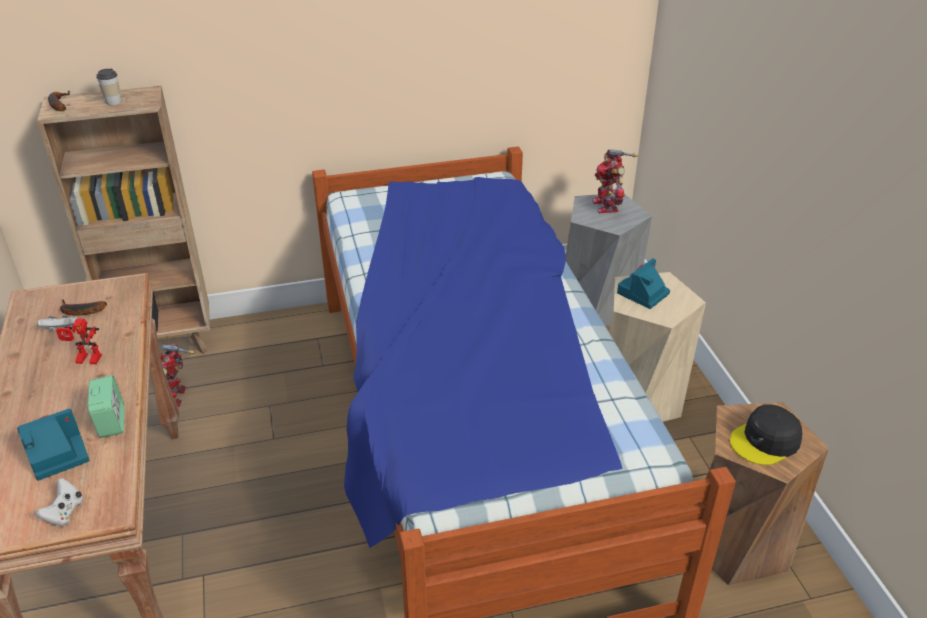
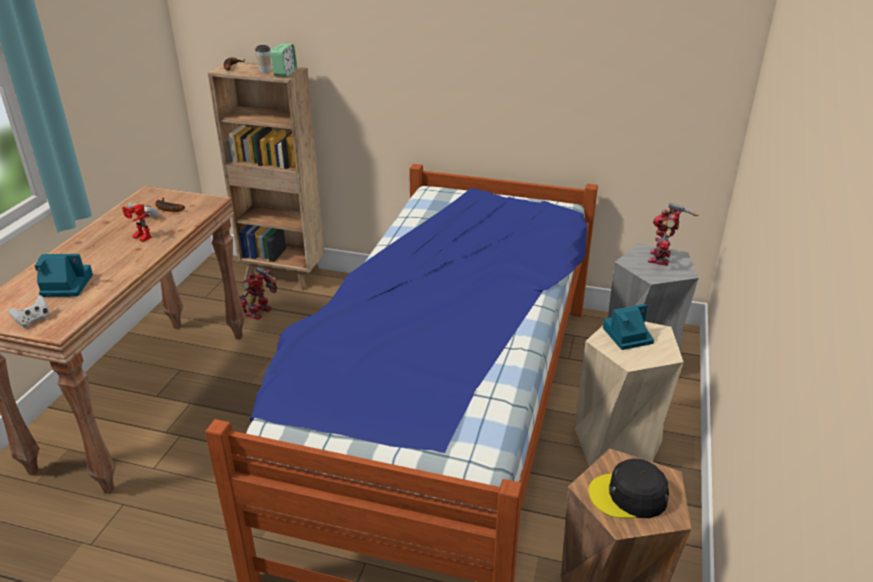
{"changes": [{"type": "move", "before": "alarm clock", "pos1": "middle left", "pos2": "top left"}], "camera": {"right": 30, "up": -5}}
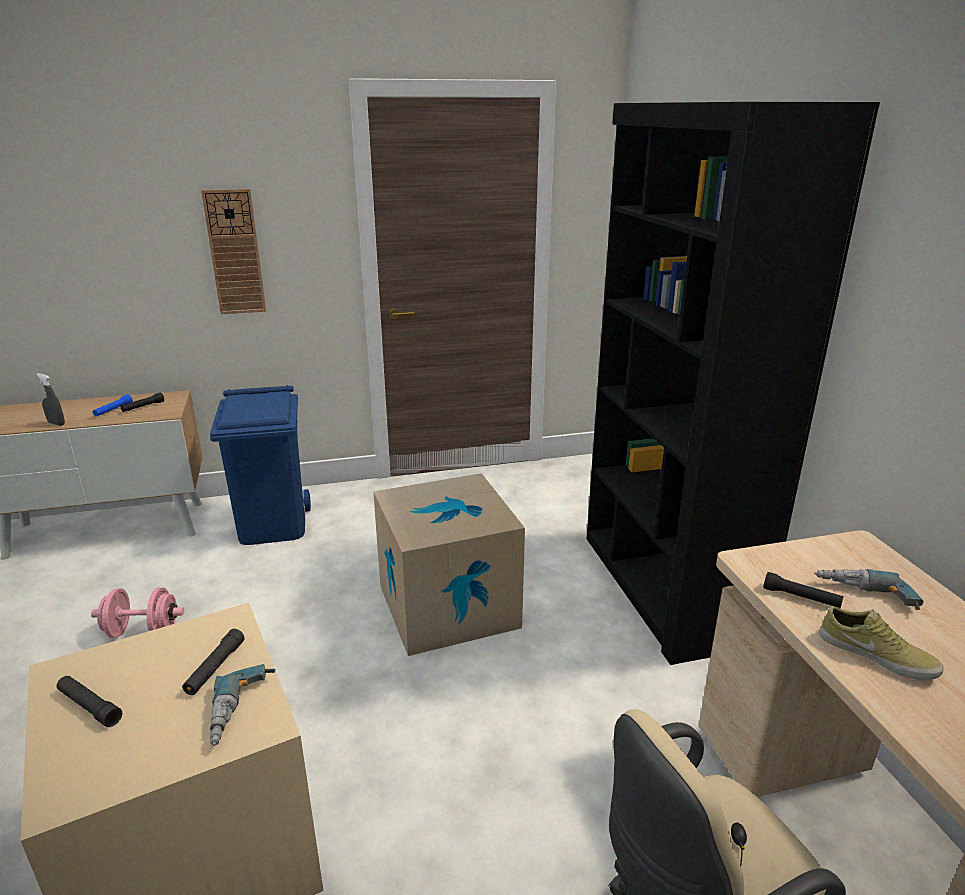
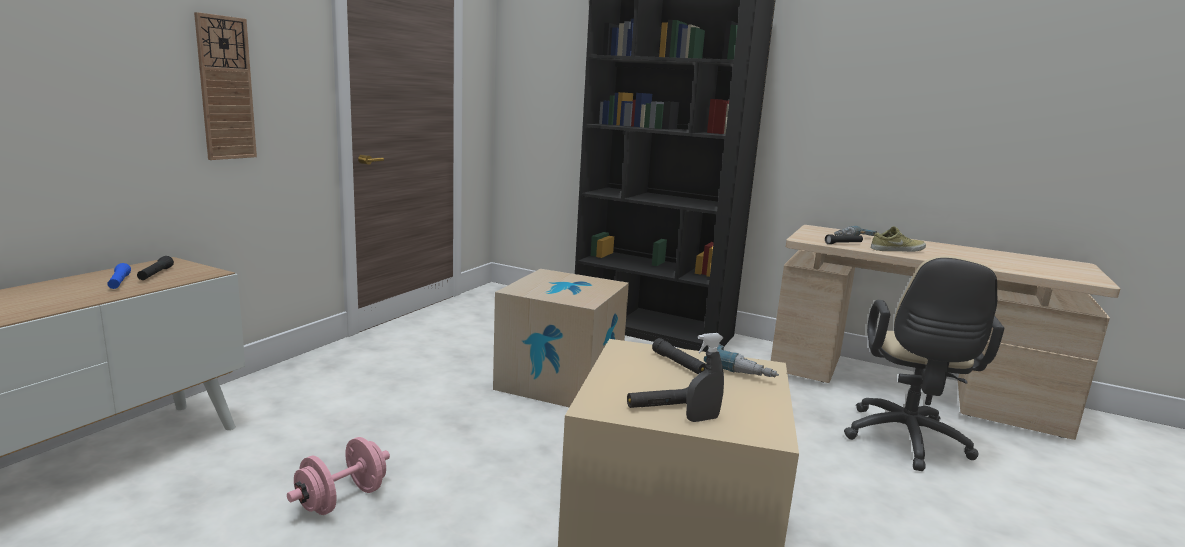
{"changes": [{"type": "move", "before": "sprayer/greyish", "pos1": "middle left", "pos2": "bottom centre"}, {"type": "delete", "before": "rubbish bin/blue-coloured", "pos1": "middle left"}], "camera": {"right": -50, "up": -10}}
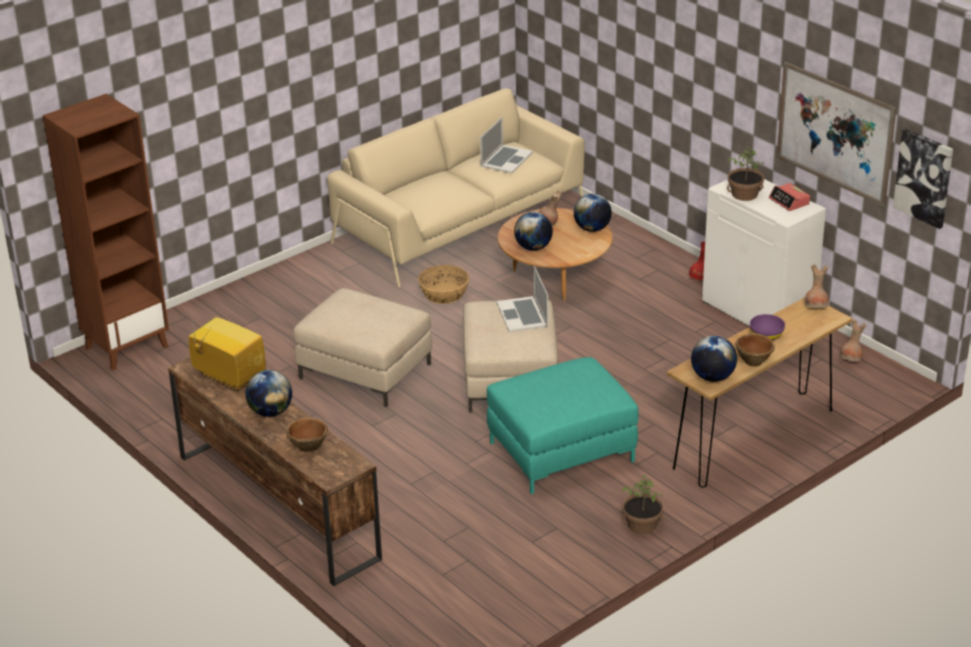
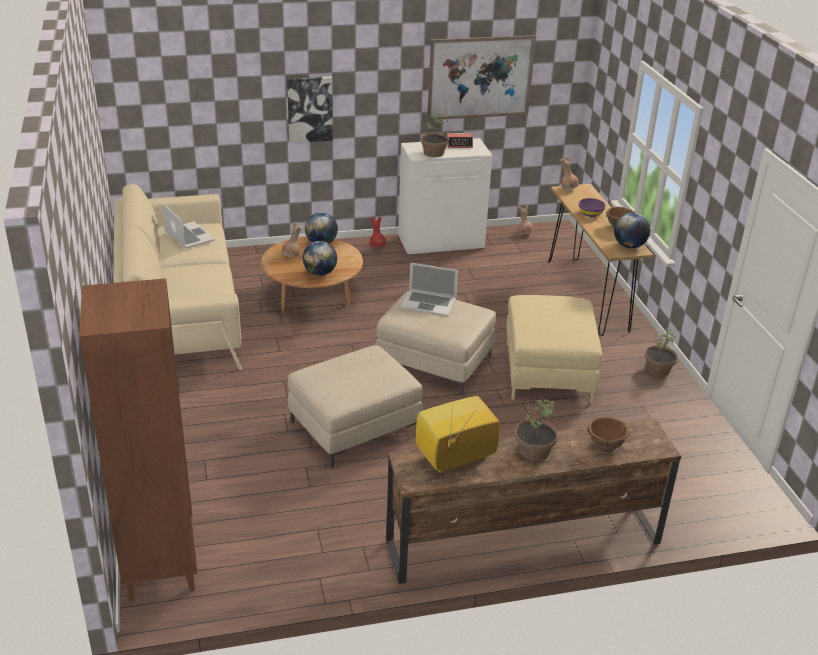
{"changes": [{"type": "move", "before": "wall art (2nd from left in the first image)", "after": "wall art (1st from left)", "pos1": "top right", "pos2": "top centre"}, {"type": "recolor", "before": "pouffe/turquoise-coloured", "after": "pouffe/sand-coloured (3rd from left)", "pos1": "centre", "pos2": "middle right"}, {"type": "replace", "before": "desk globe (1st from left)", "after": "potted plant (2nd from left)", "pos1": "middle left", "pos2": "centre"}, {"type": "delete", "before": "household basket", "pos1": "centre"}], "camera": {"right": -65, "up": 0}}
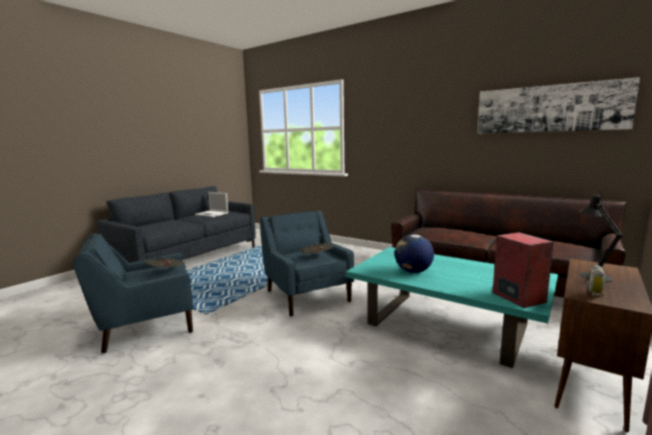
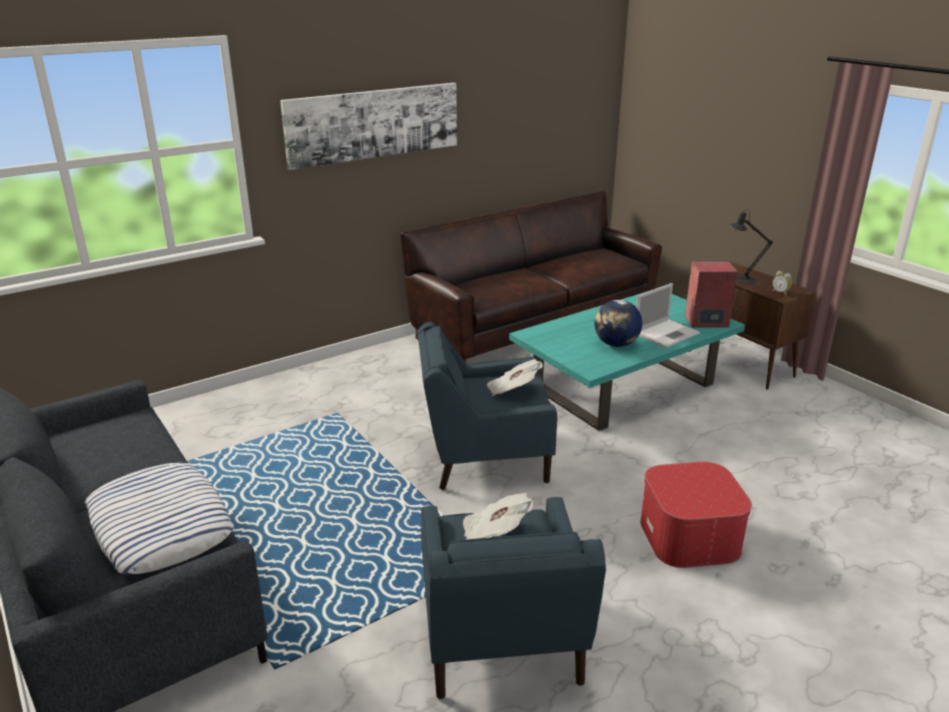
{"changes": [{"type": "insert", "after": "cushion", "pos2": "bottom left"}, {"type": "move", "before": "wall art", "pos1": "top right", "pos2": "top centre"}, {"type": "move", "before": "laptop", "pos1": "middle left", "pos2": "middle right"}, {"type": "insert", "after": "pouffe", "pos2": "bottom right"}], "camera": {"right": -70, "up": 15}}
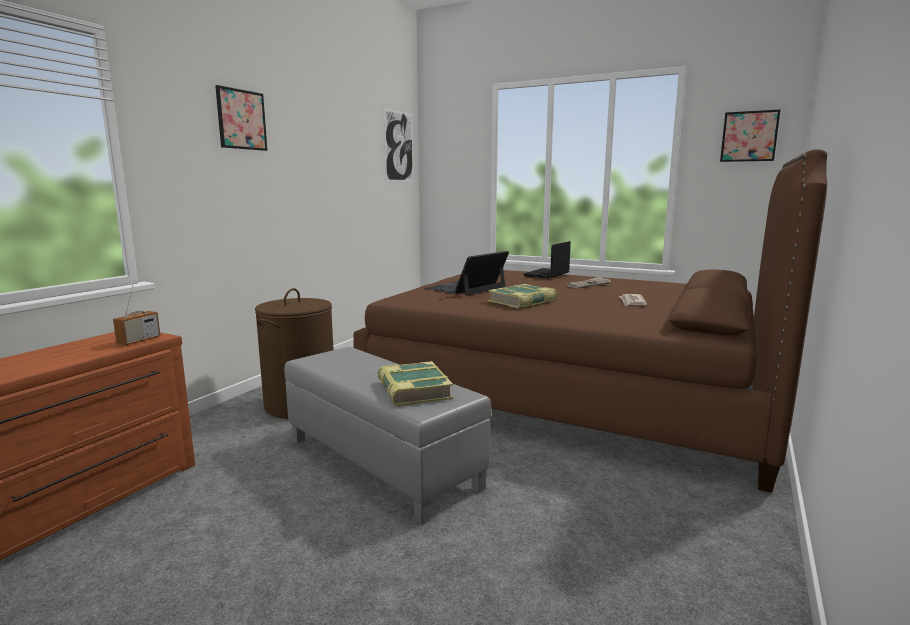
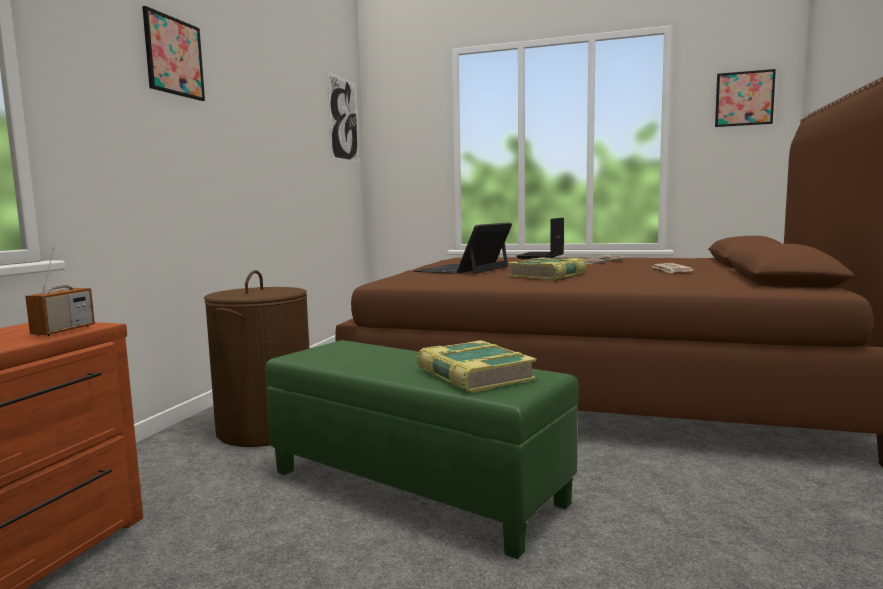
{"changes": [{"type": "recolor", "before": "pouffe/greyish", "after": "pouffe/green-coloured", "pos1": "bottom centre", "pos2": "bottom centre"}], "camera": {"right": -10, "up": -5}}
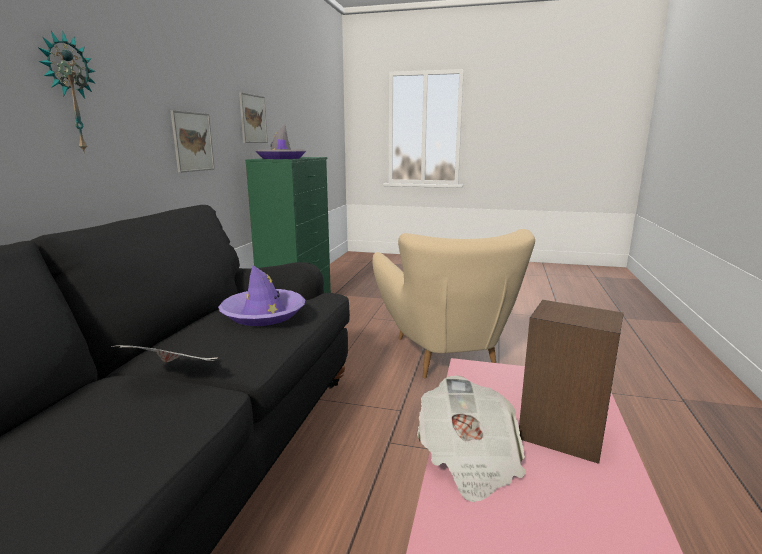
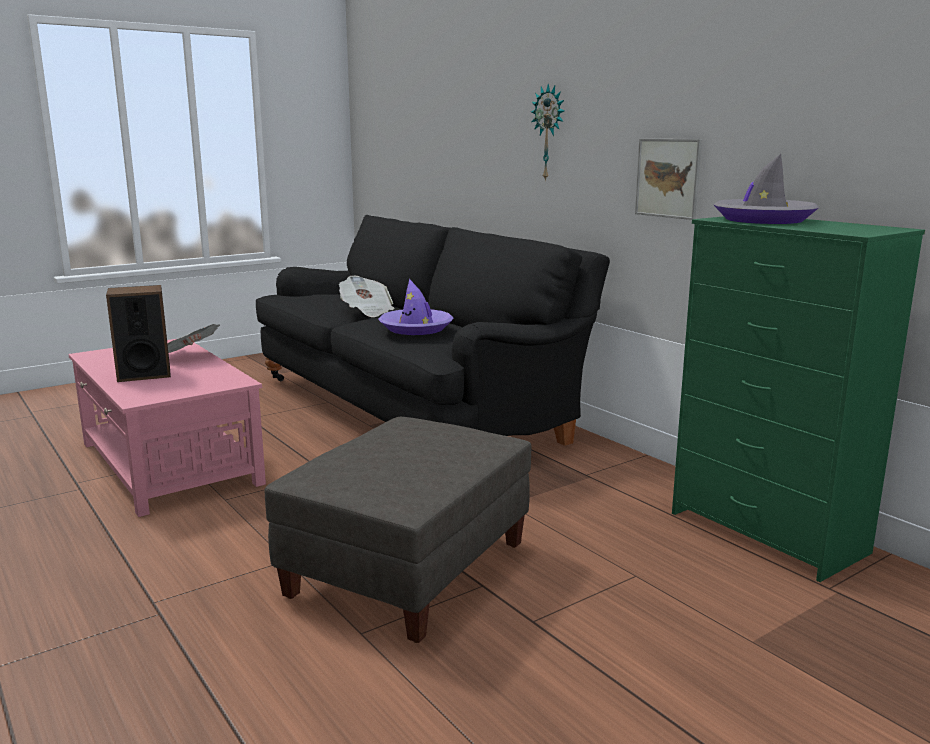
{"changes": [{"type": "replace", "before": "lounge chair/sand-coloured", "after": "pouffe/greyish", "pos1": "centre", "pos2": "bottom centre"}, {"type": "delete", "before": "wall art (2nd from left)", "pos1": "top left"}], "camera": {"right": 130, "up": 0}}
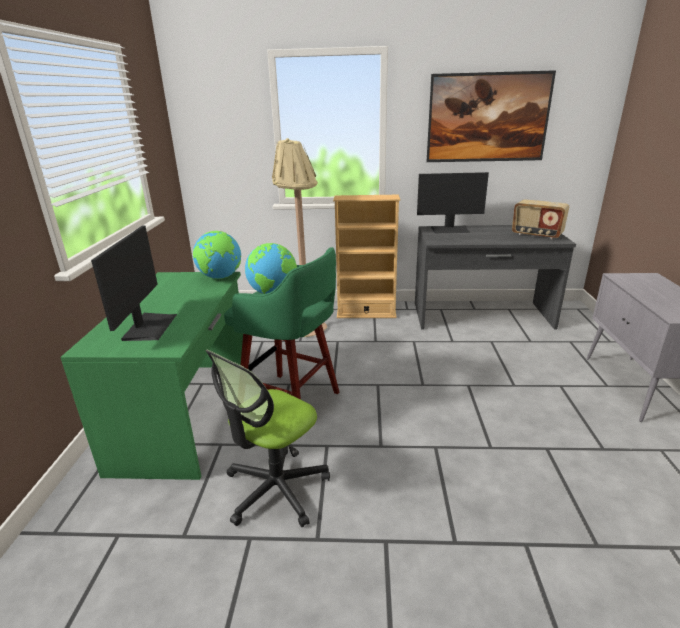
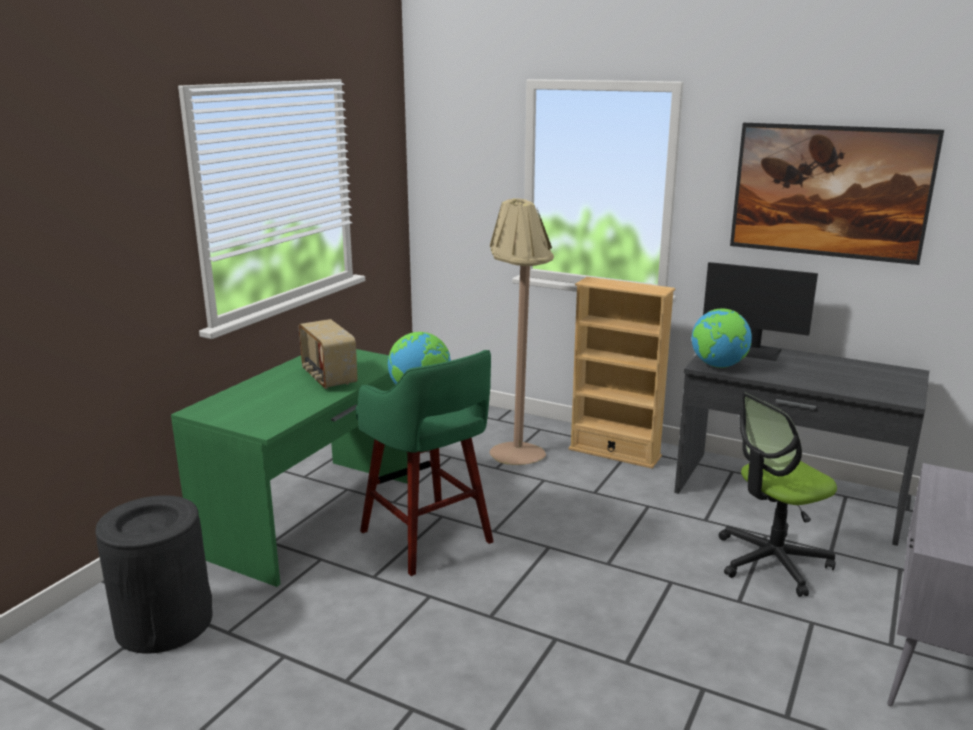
{"changes": [{"type": "insert", "after": "rubbish bin/blackish", "pos2": "bottom left"}, {"type": "move", "before": "radio set", "pos1": "middle right", "pos2": "centre"}, {"type": "move", "before": "desk globe (1st from left in the first image)", "after": "desk globe (2nd from left)", "pos1": "middle left", "pos2": "middle right"}, {"type": "move", "before": "computer chair", "pos1": "bottom centre", "pos2": "bottom right"}, {"type": "delete", "before": "computer display (1st from left)", "pos1": "middle left"}], "camera": {"right": 25, "up": -5}}
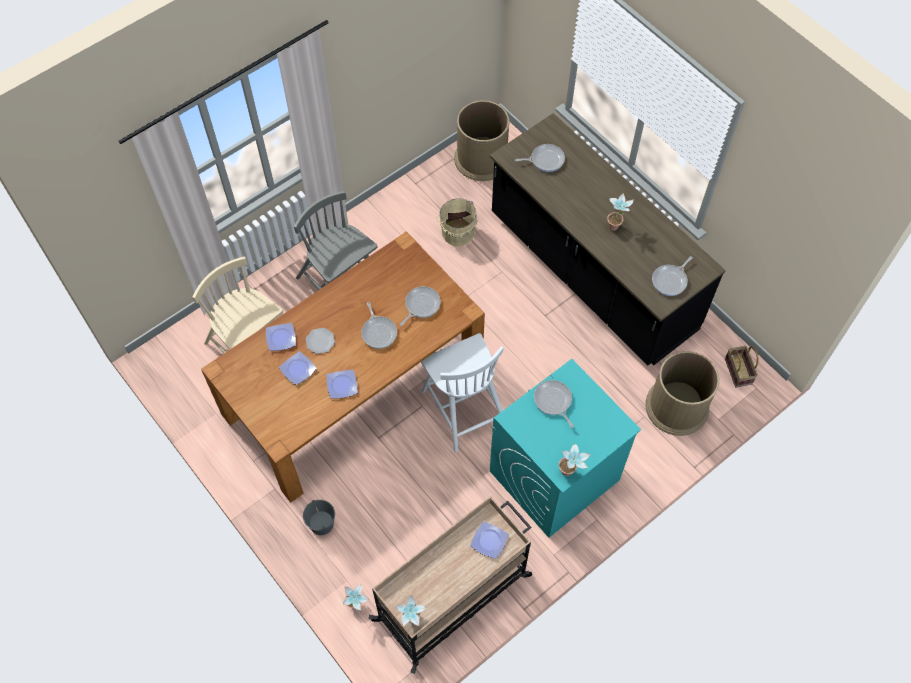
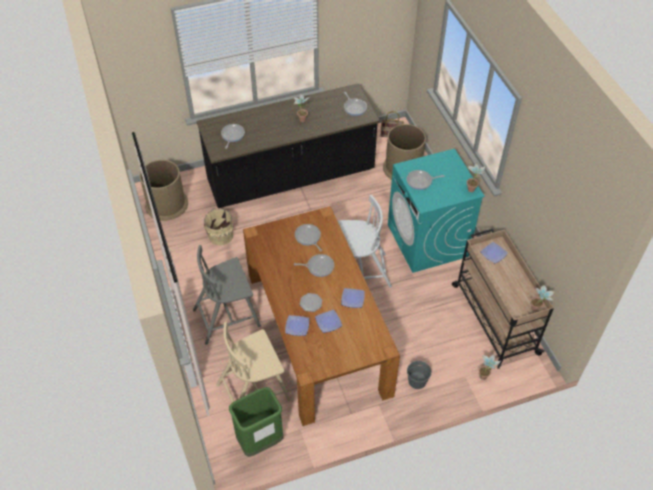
{"changes": [{"type": "insert", "after": "rubbish bin/green-coloured", "pos2": "bottom centre"}], "camera": {"right": -70, "up": -10}}
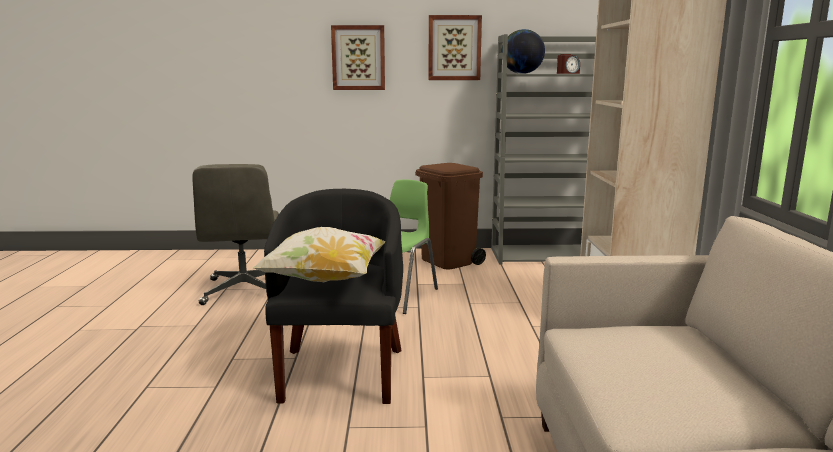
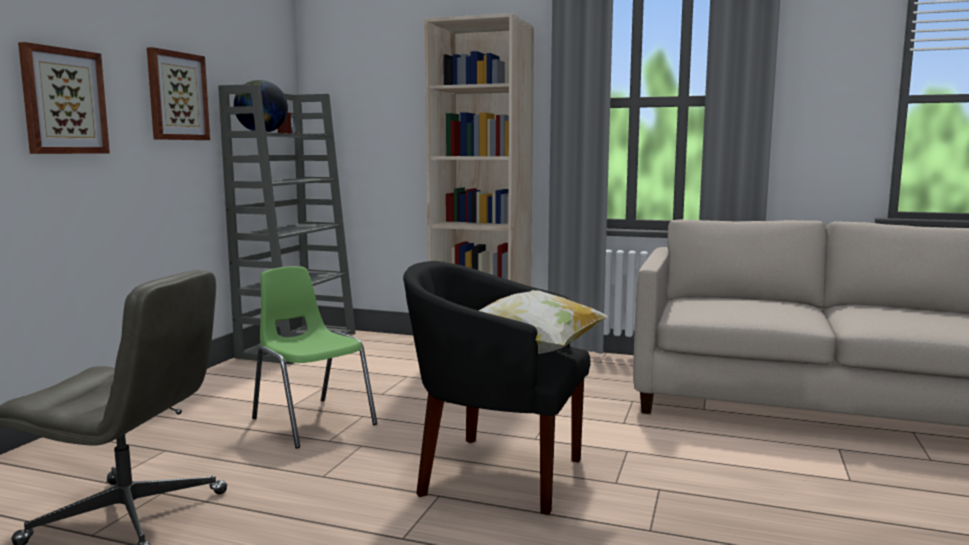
{"changes": [{"type": "delete", "before": "rubbish bin/brownish", "pos1": "centre"}], "camera": {"right": -70, "up": -5}}
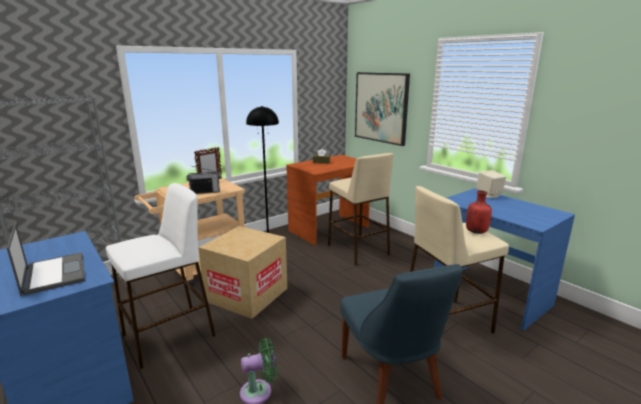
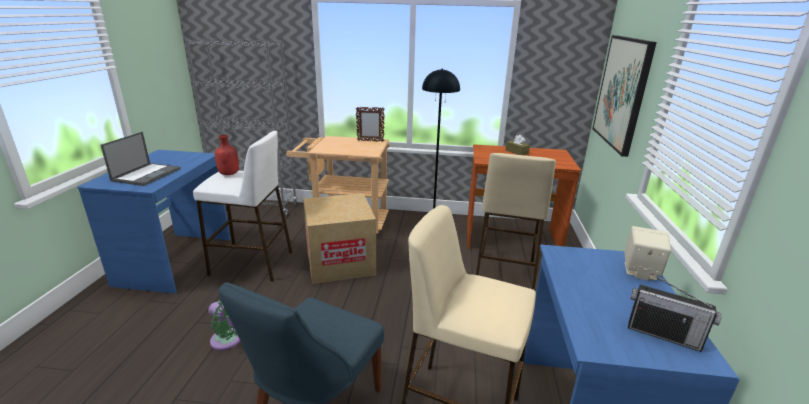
{"changes": [{"type": "move", "before": "bottle/red", "pos1": "middle right", "pos2": "middle left"}, {"type": "move", "before": "radio set", "pos1": "middle left", "pos2": "bottom right"}], "camera": {"right": 45, "up": 5}}
